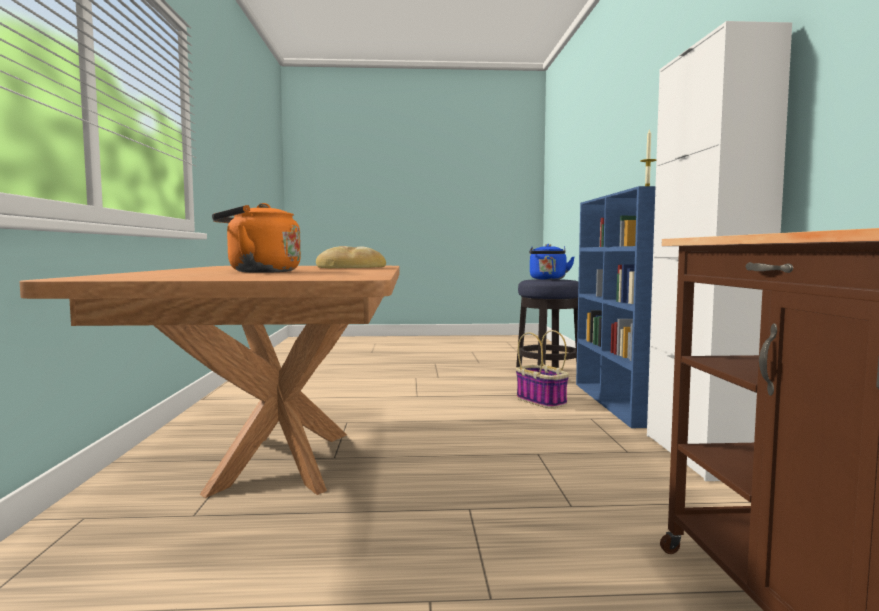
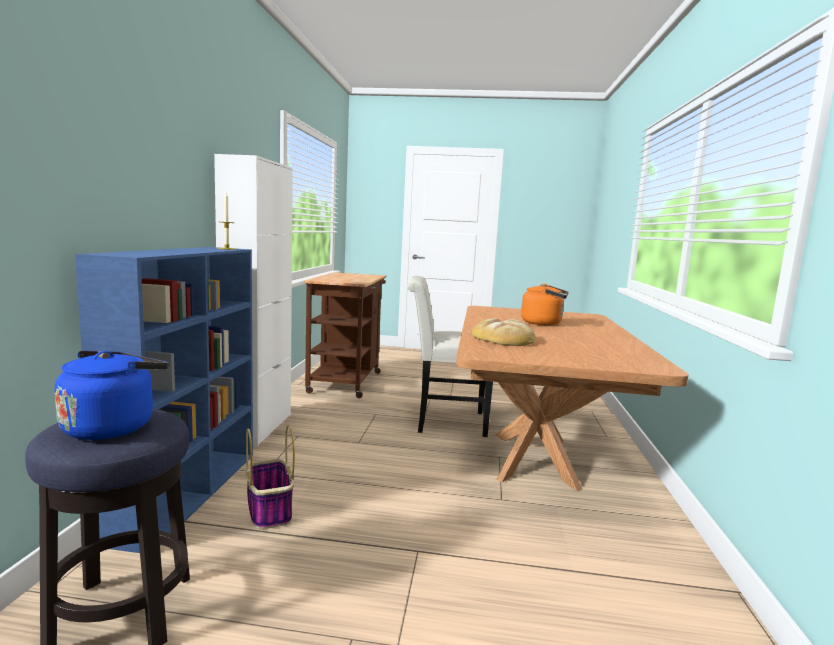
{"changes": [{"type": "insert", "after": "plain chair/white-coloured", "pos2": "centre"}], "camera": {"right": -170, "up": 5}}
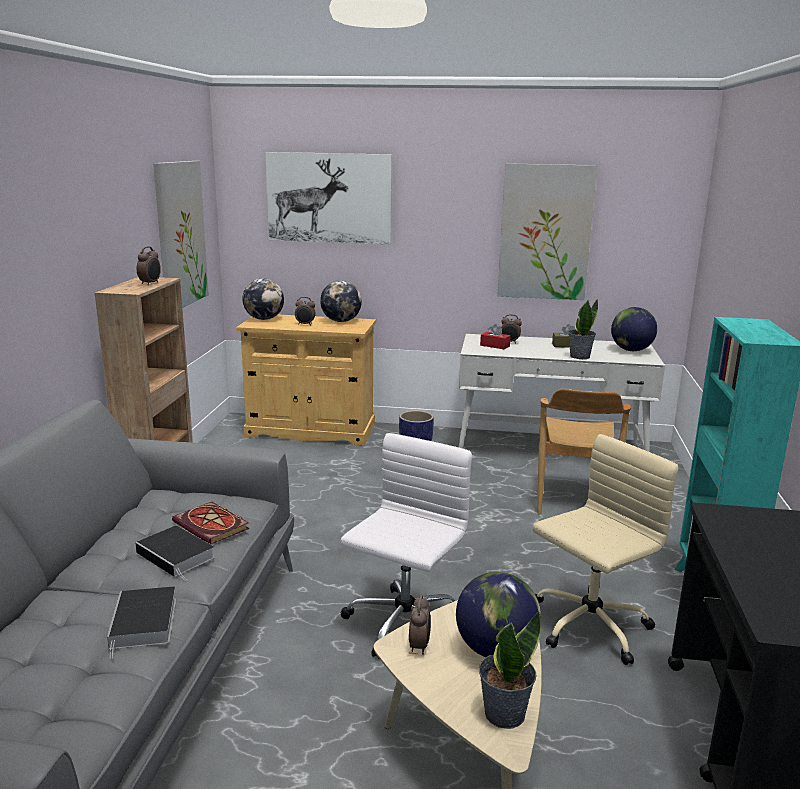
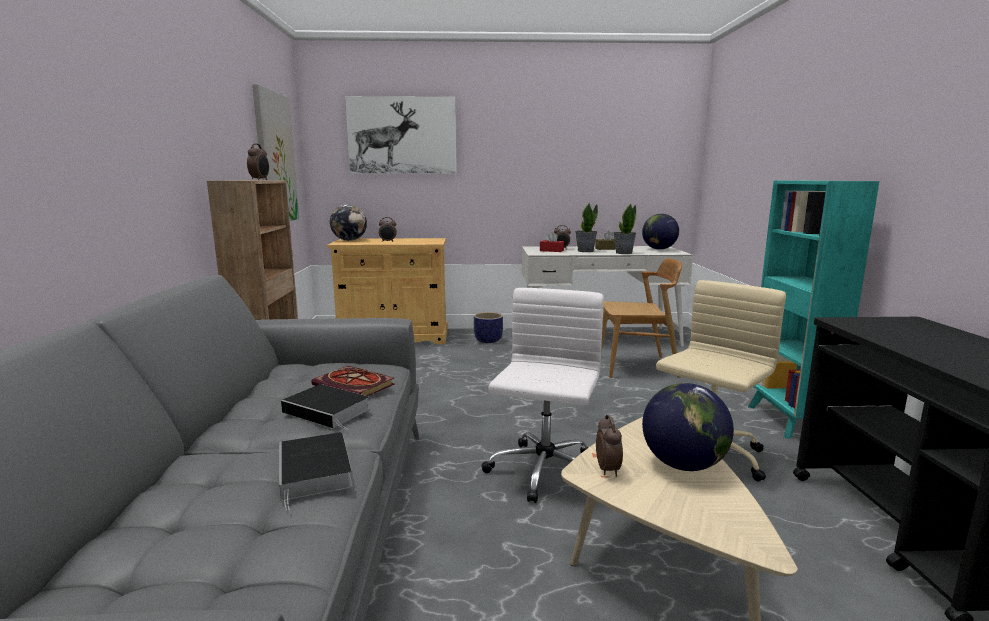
{"changes": [{"type": "move", "before": "potted plant (1st from left)", "pos1": "bottom centre", "pos2": "centre"}, {"type": "rotate", "before": "plain chair/brownish", "pos1": "middle right", "pos2": "centre", "turn": -90}, {"type": "delete", "before": "desk globe (2nd from left)", "pos1": "centre"}, {"type": "delete", "before": "wall art (3rd from left)", "pos1": "top right"}], "camera": {"right": -10, "up": -5}}
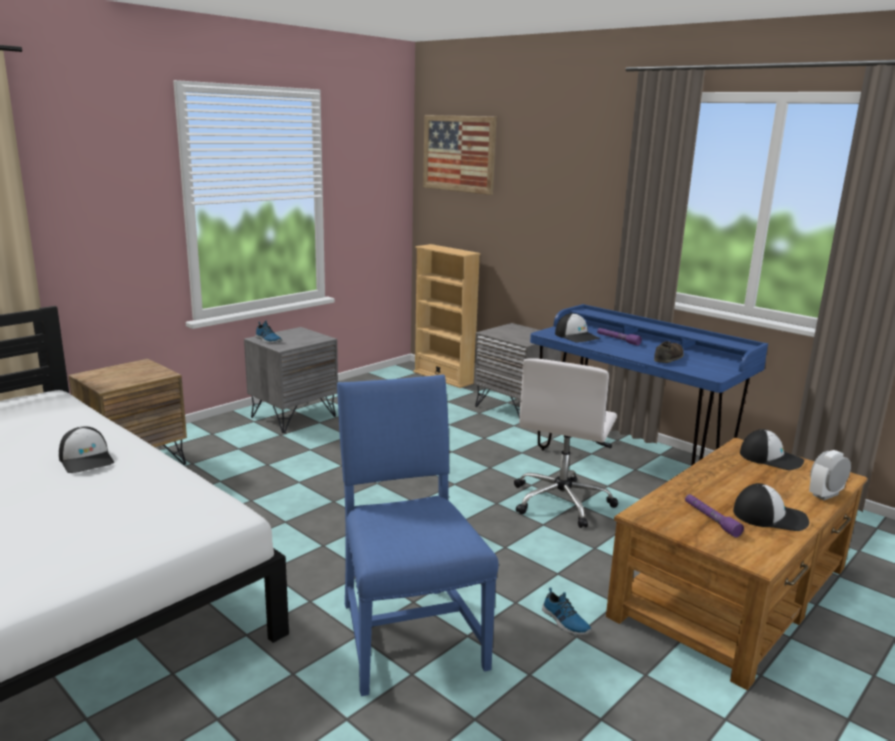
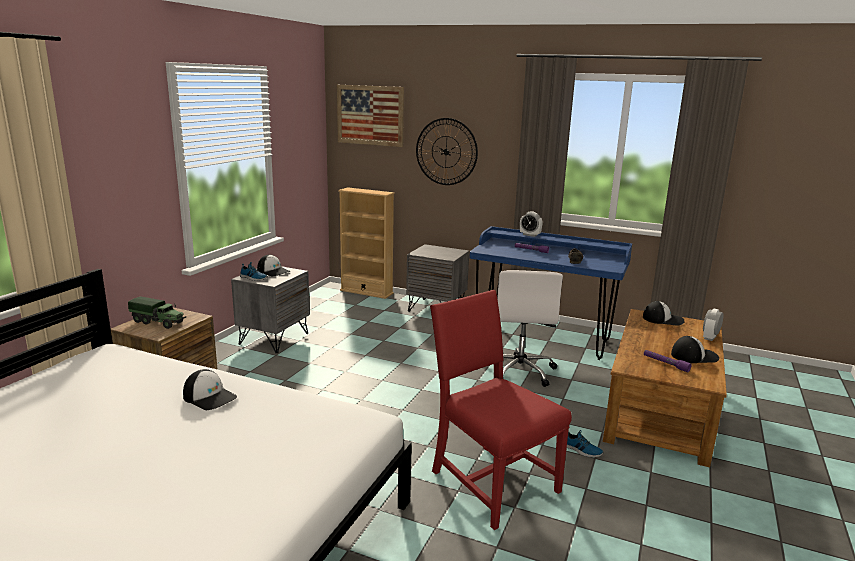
{"changes": [{"type": "insert", "after": "model truck", "pos2": "middle left"}, {"type": "move", "before": "cap (2nd from left)", "pos1": "centre", "pos2": "middle left"}, {"type": "insert", "after": "wall clock", "pos2": "top centre"}, {"type": "recolor", "before": "plain chair/blue-coloured", "after": "plain chair/red", "pos1": "bottom centre", "pos2": "bottom centre"}, {"type": "insert", "after": "alarm clock (1st from left)", "pos2": "centre"}], "camera": {"right": -20, "up": 0}}
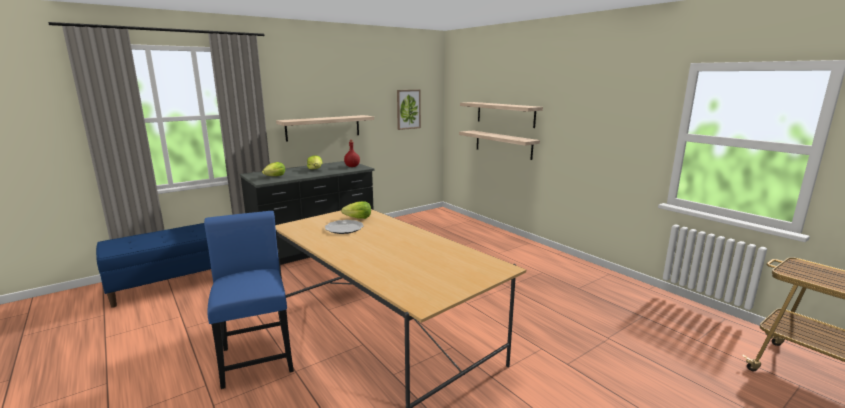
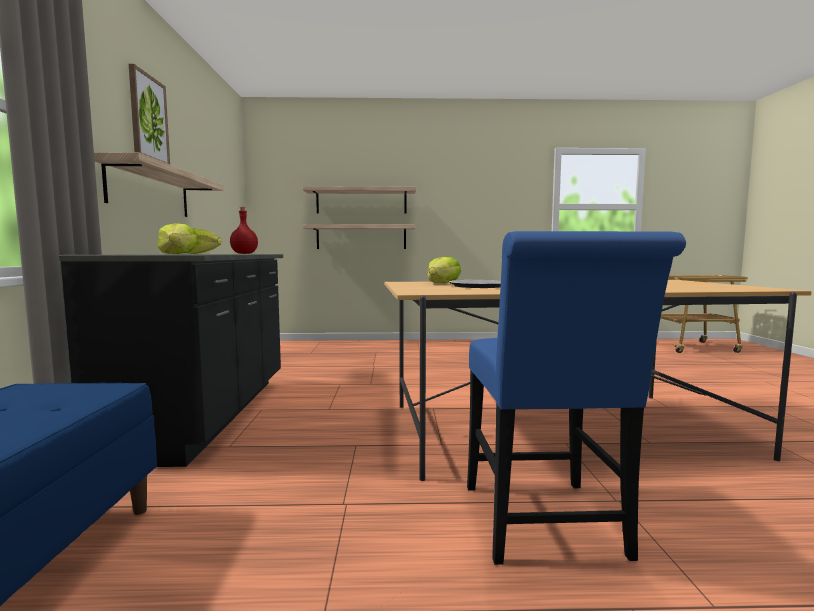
{"changes": [{"type": "move", "before": "wall art", "pos1": "top centre", "pos2": "top left"}, {"type": "rotate", "before": "plain chair/blue-coloured", "pos1": "bottom left", "pos2": "middle right", "turn": -105}], "camera": {"right": -55, "up": -10}}
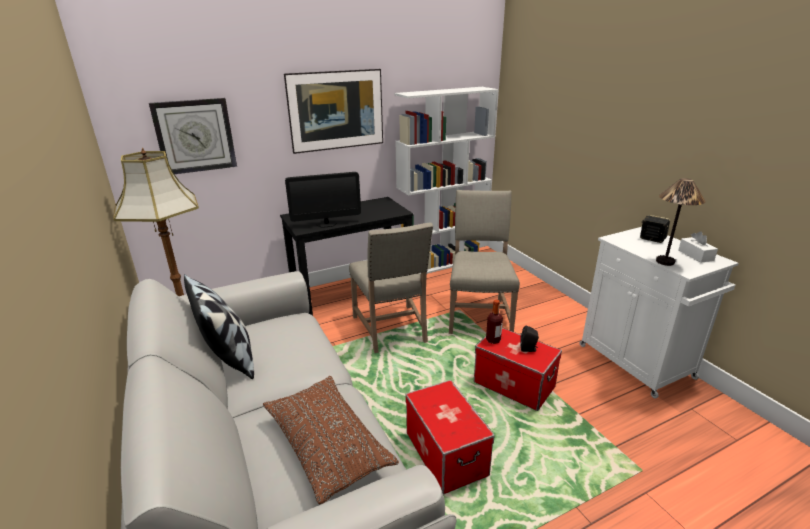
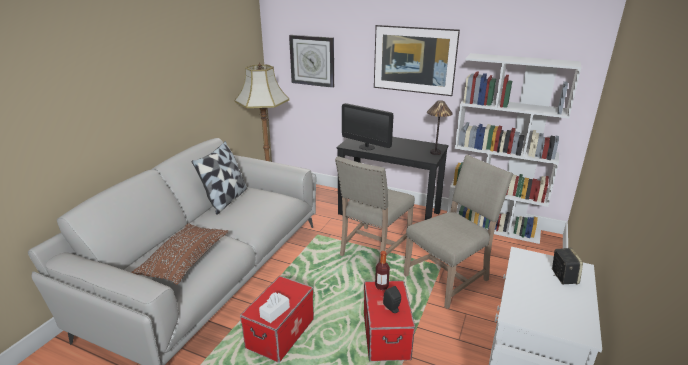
{"changes": [{"type": "move", "before": "box of tissues/white-coloured", "pos1": "middle right", "pos2": "bottom centre"}, {"type": "move", "before": "lamp for a table", "pos1": "middle right", "pos2": "centre"}], "camera": {"right": 50, "up": 0}}
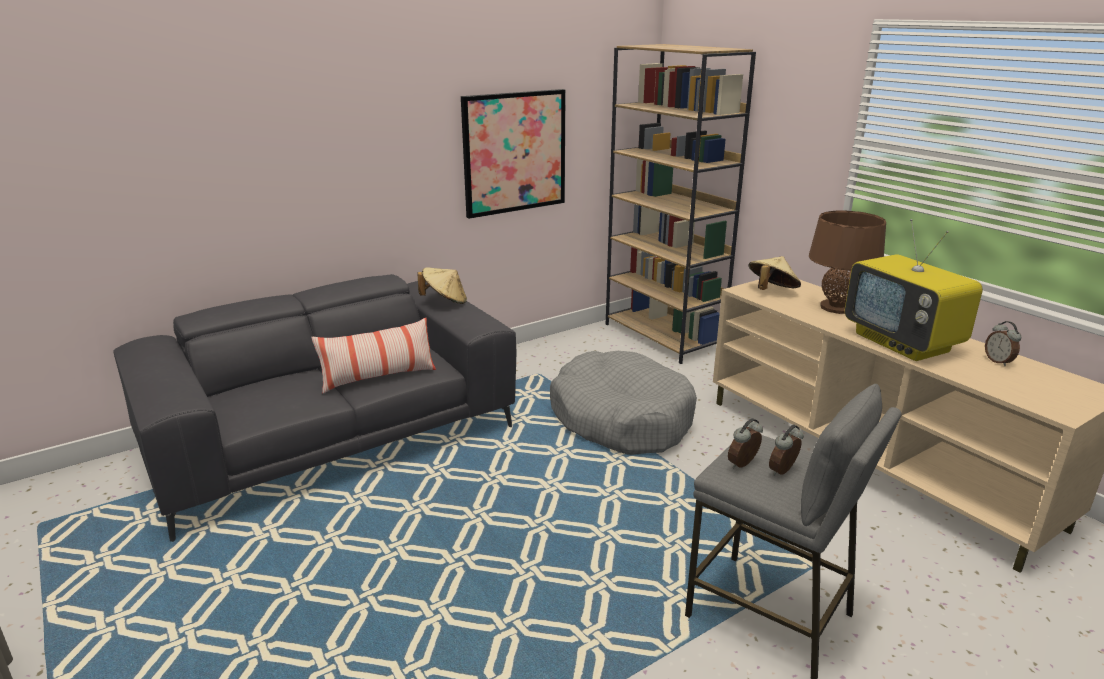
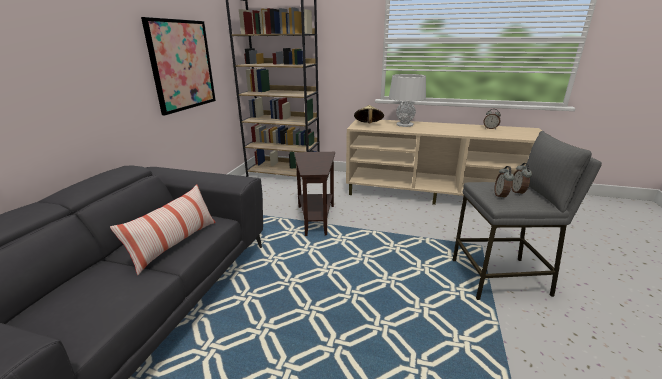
{"changes": [{"type": "replace", "before": "dog cushion/greyish", "after": "accent table/brownish", "pos1": "centre", "pos2": "centre"}, {"type": "recolor", "before": "lamp for a table/brownish", "after": "lamp for a table/greyish", "pos1": "middle right", "pos2": "top centre"}, {"type": "delete", "before": "wearable hat/sand-coloured (1st from left)", "pos1": "centre"}, {"type": "delete", "before": "TV set", "pos1": "middle right"}], "camera": {"right": -40, "up": 0}}
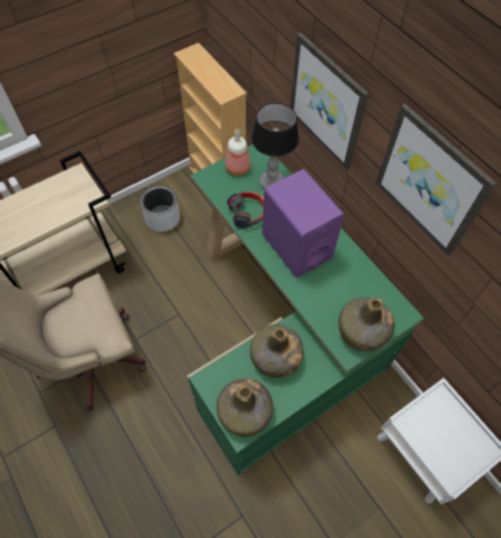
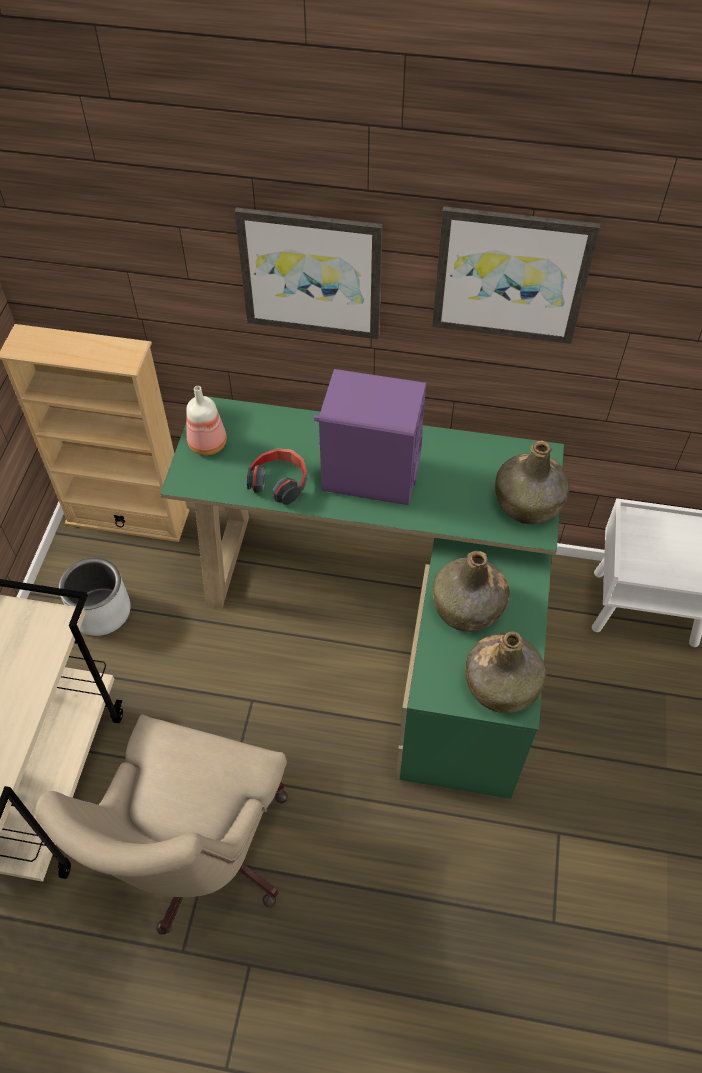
{"changes": [{"type": "delete", "before": "lamp for a table", "pos1": "top centre"}], "camera": {"right": -45, "up": -5}}
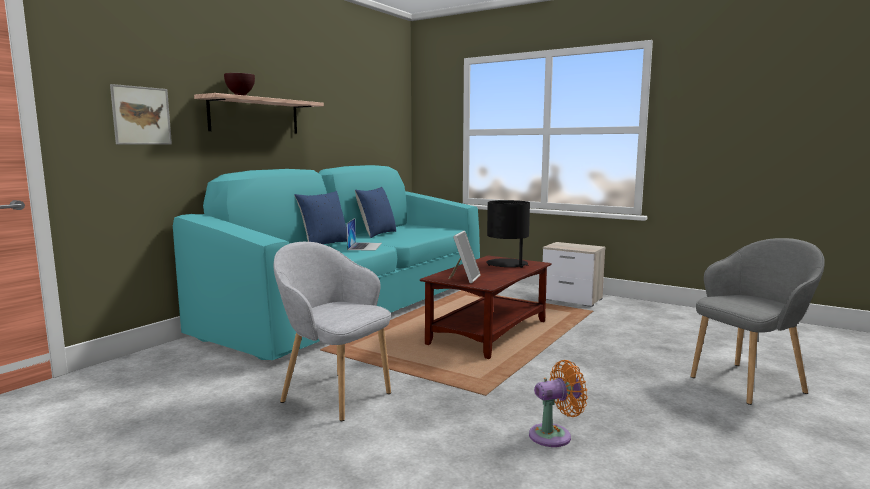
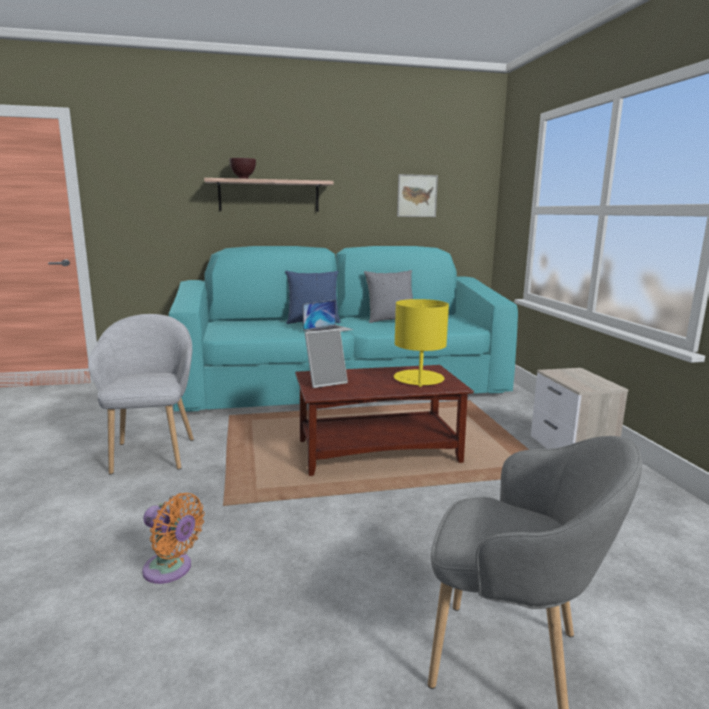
{"changes": [{"type": "recolor", "before": "cushion/blue-coloured (2nd from left)", "after": "cushion/greyish", "pos1": "centre", "pos2": "centre"}, {"type": "recolor", "before": "lamp for a table/blackish", "after": "lamp for a table/yellowish", "pos1": "centre", "pos2": "centre"}, {"type": "move", "before": "wall art", "pos1": "top left", "pos2": "top centre"}], "camera": {"right": 45, "up": 5}}
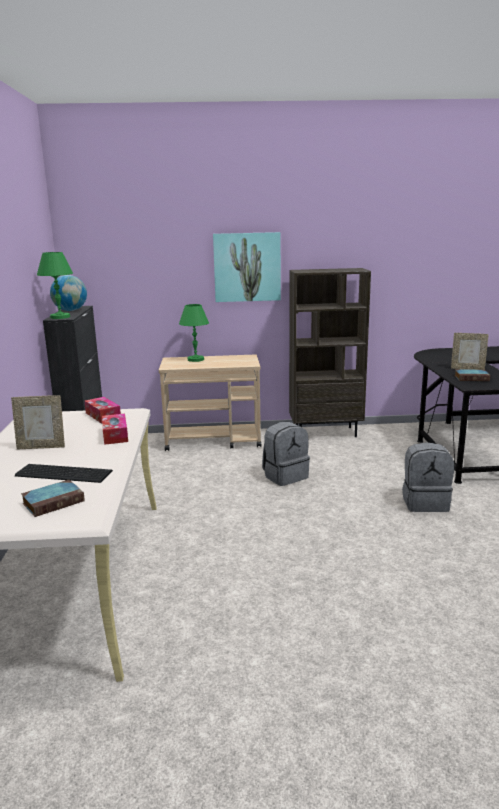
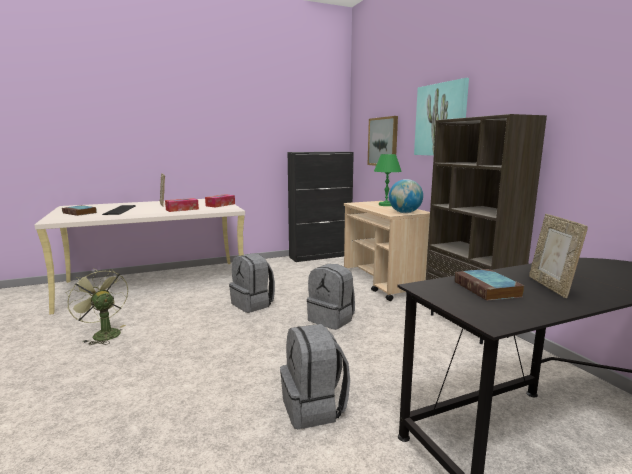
{"changes": [{"type": "insert", "after": "electric fan/green-coloured", "pos2": "middle left"}, {"type": "insert", "after": "backpack/greyish (1st from left)", "pos2": "centre"}, {"type": "insert", "after": "wall art (1st from left)", "pos2": "top centre"}, {"type": "move", "before": "desk globe", "pos1": "middle left", "pos2": "centre"}, {"type": "delete", "before": "lamp for a table/green-coloured (1st from left)", "pos1": "middle left"}], "camera": {"right": 70, "up": -5}}
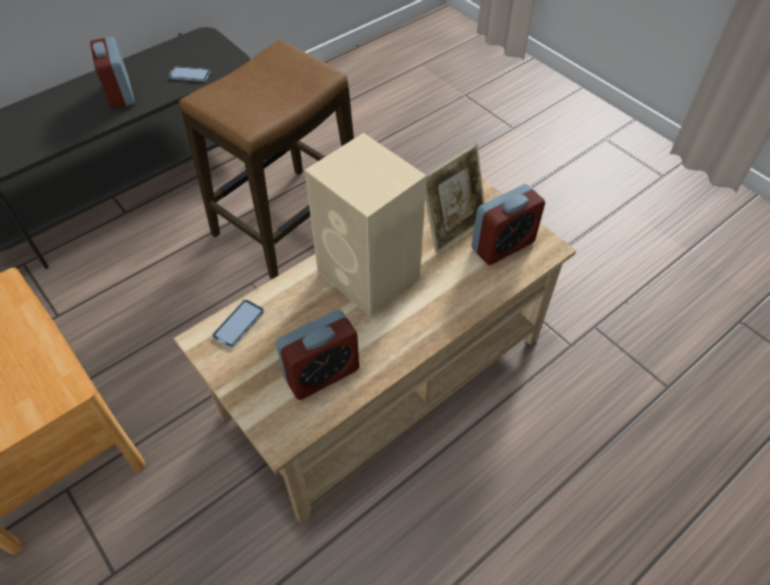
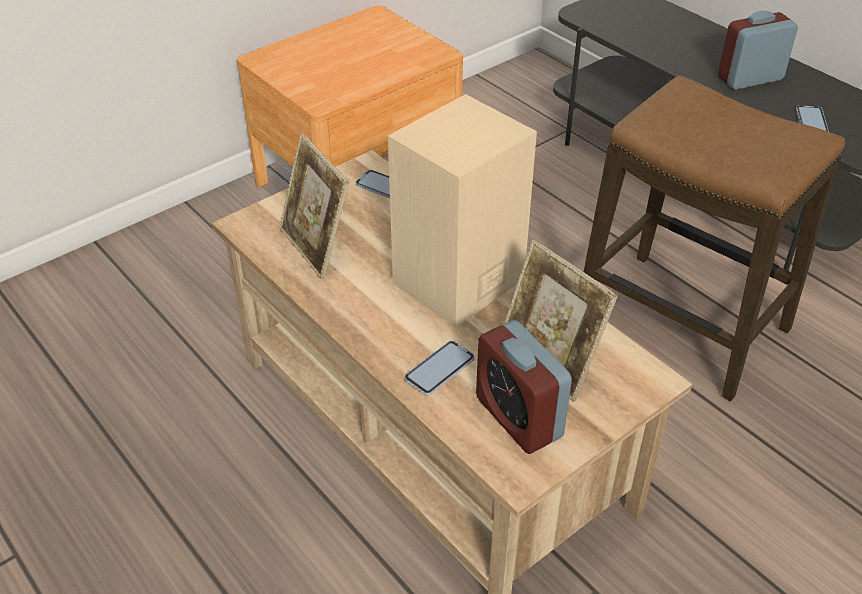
{"changes": [{"type": "replace", "before": "alarm clock (2nd from left)", "after": "photo frame (1st from left)", "pos1": "centre", "pos2": "centre"}, {"type": "insert", "after": "handset (2nd from left)", "pos2": "centre"}], "camera": {"right": 90, "up": -10}}
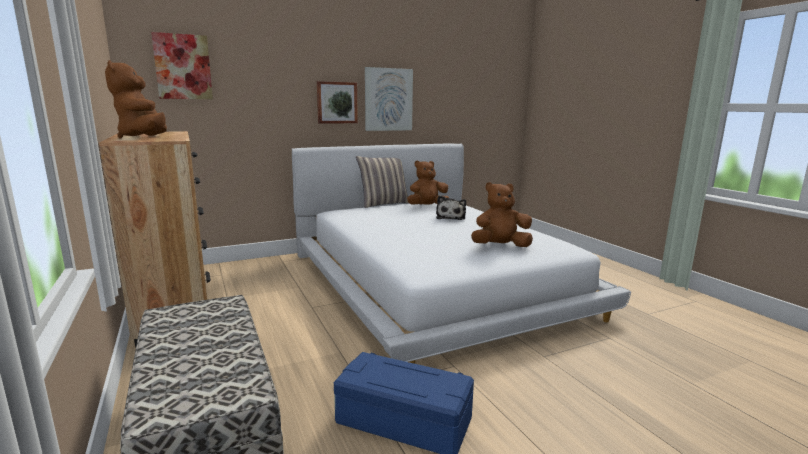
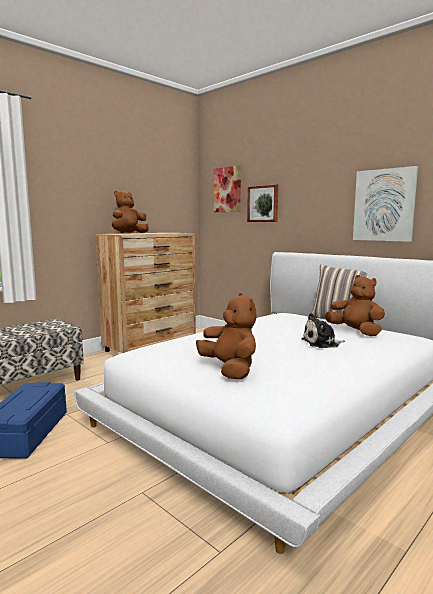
{"changes": [{"type": "move", "before": "wall art (2nd from left)", "pos1": "top centre", "pos2": "centre"}], "camera": {"right": 70, "up": -5}}
